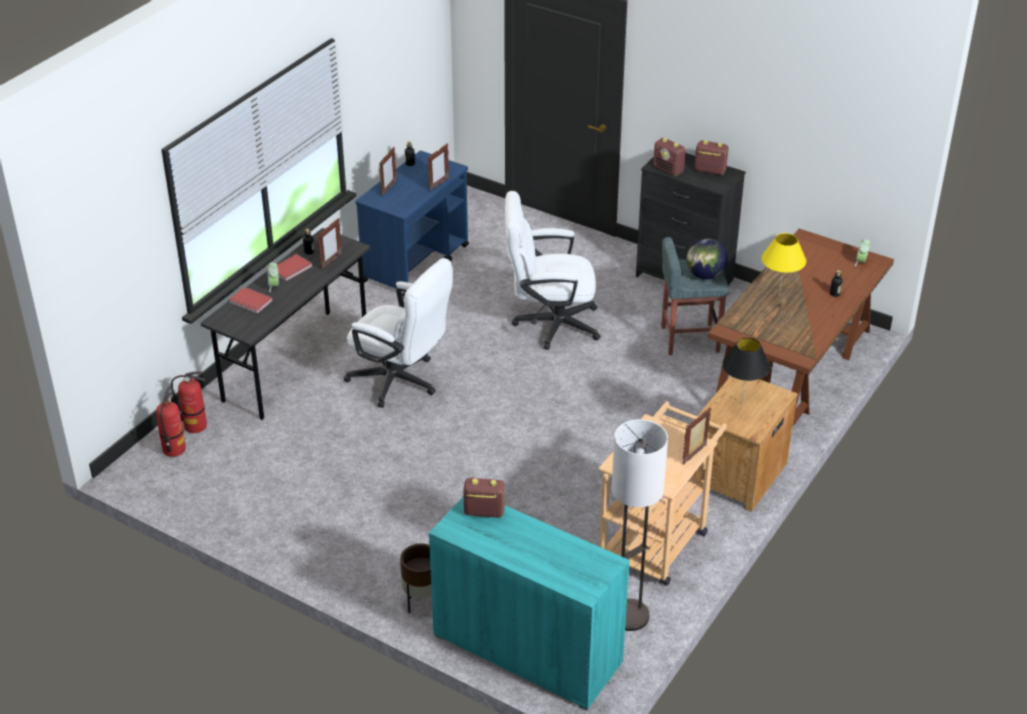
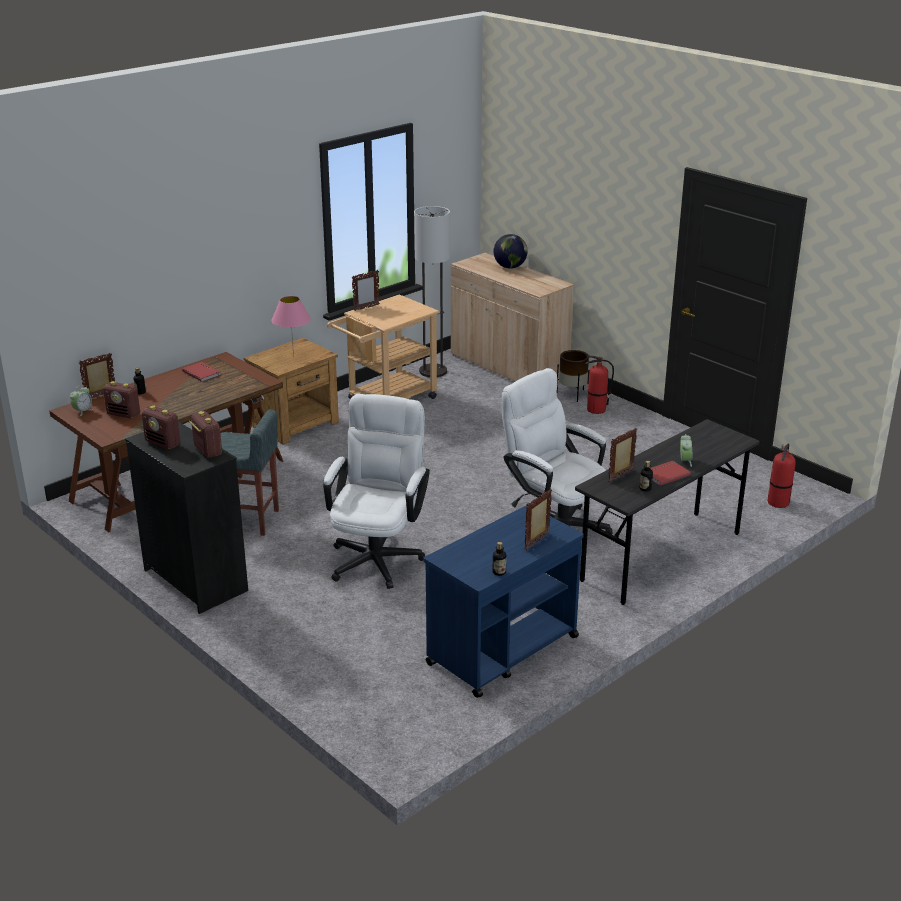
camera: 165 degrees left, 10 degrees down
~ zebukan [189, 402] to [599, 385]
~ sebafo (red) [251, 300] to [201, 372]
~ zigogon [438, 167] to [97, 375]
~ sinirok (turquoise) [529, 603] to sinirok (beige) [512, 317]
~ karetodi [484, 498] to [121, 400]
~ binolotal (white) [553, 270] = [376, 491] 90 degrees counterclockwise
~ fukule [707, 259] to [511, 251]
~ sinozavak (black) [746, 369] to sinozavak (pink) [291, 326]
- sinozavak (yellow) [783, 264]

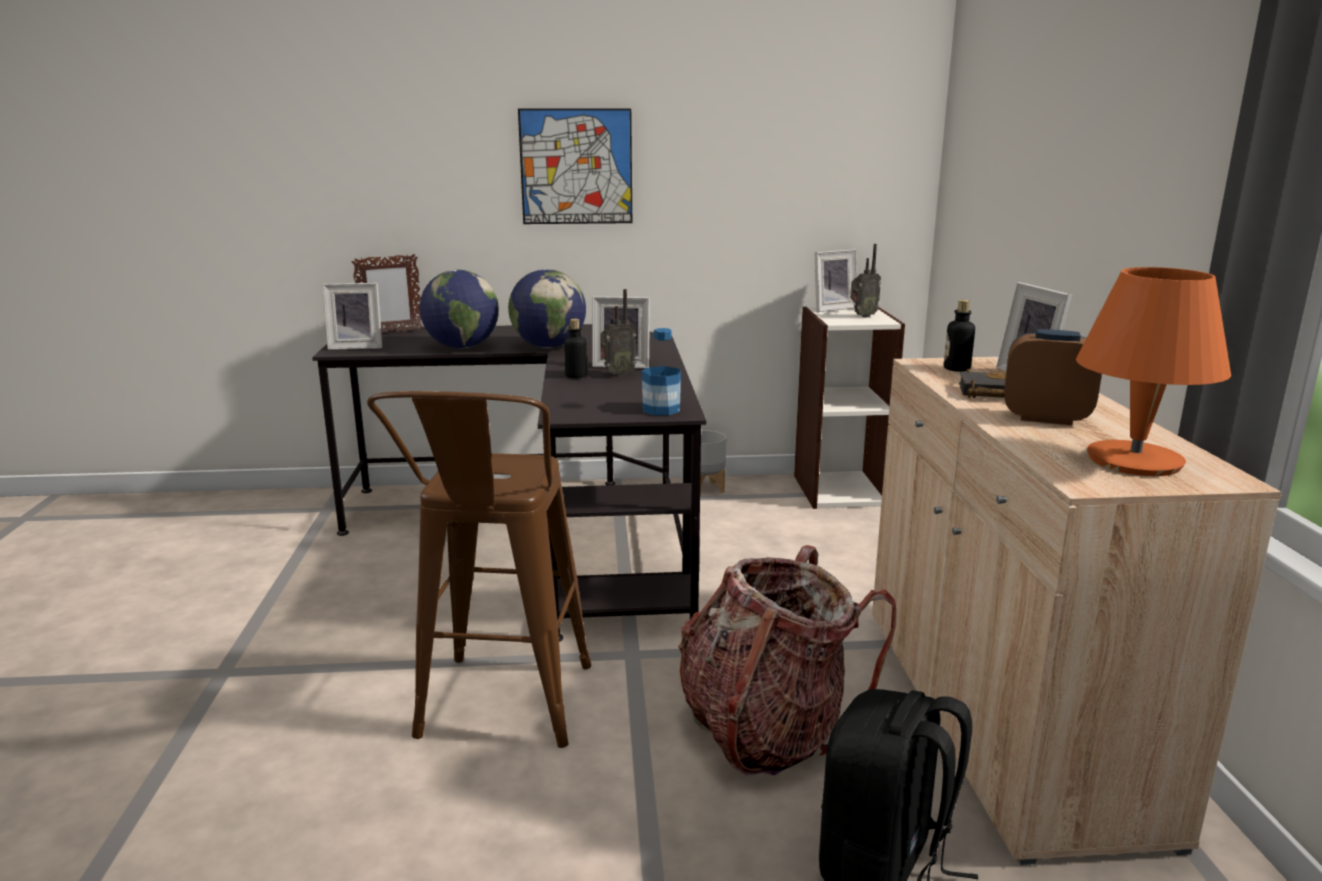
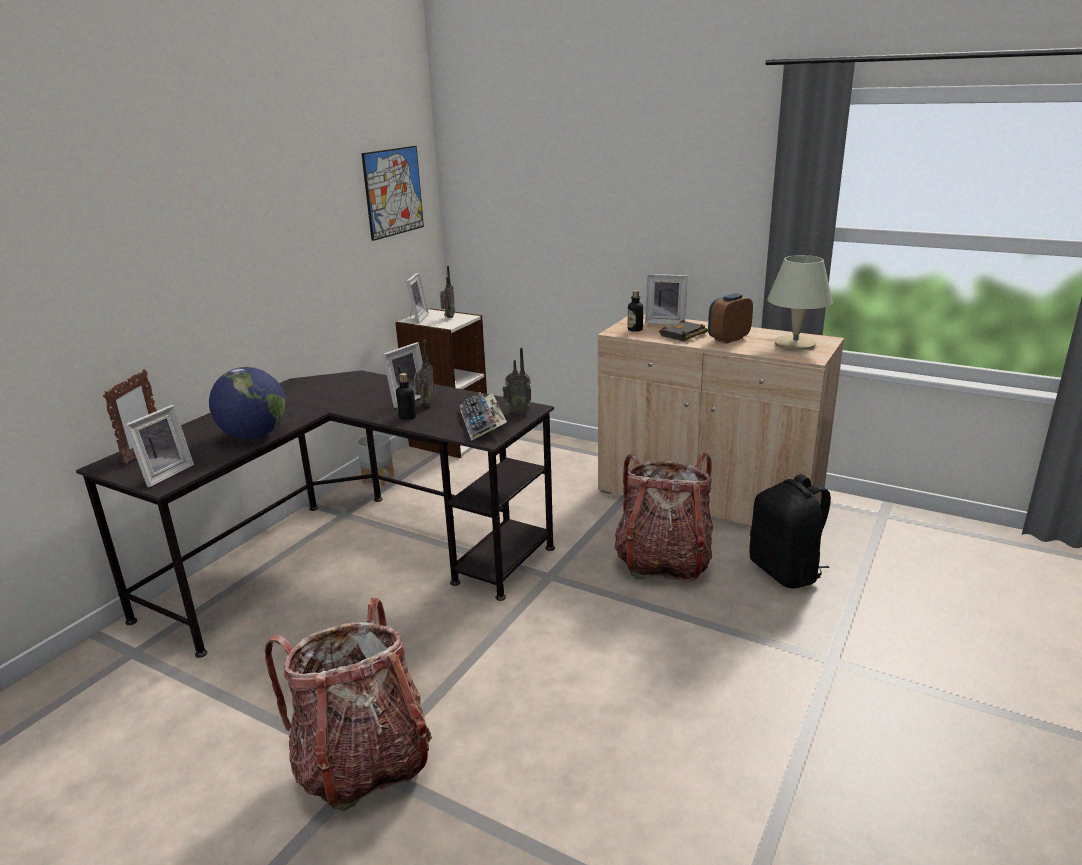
camera: 55 degrees left, 5 degrees up
- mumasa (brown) [479, 569]
- fukule [547, 308]
~ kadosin [575, 166] to [392, 193]
~ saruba [661, 371] to karetodi [517, 381]
~ sinozavak (orange) [1153, 371] to sinozavak (beige) [800, 302]
+ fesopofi [348, 704]
+ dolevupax [483, 416]

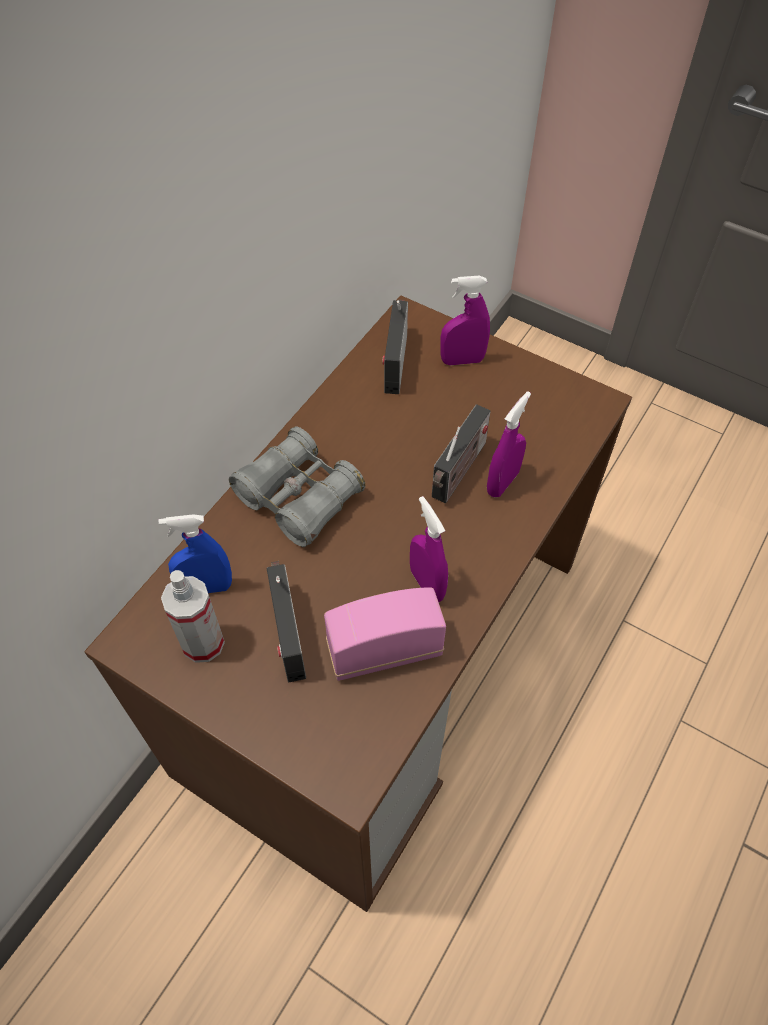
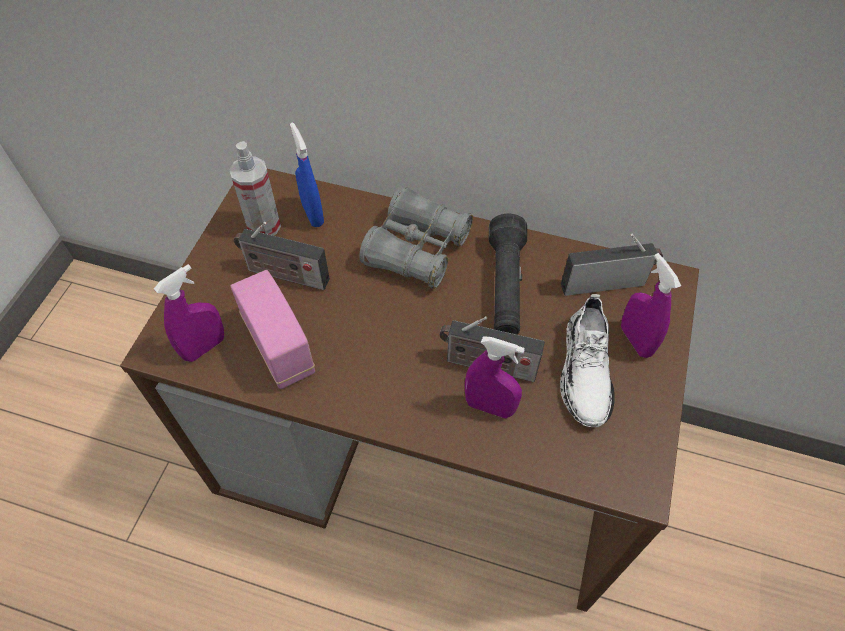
camera: 75 degrees right, 0 degrees up
~ karetodi [286, 621] = [282, 256] 135 degrees counterclockwise
~ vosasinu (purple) [429, 549] to [189, 313]
+ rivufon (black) [508, 274]
+ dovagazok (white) [587, 360]

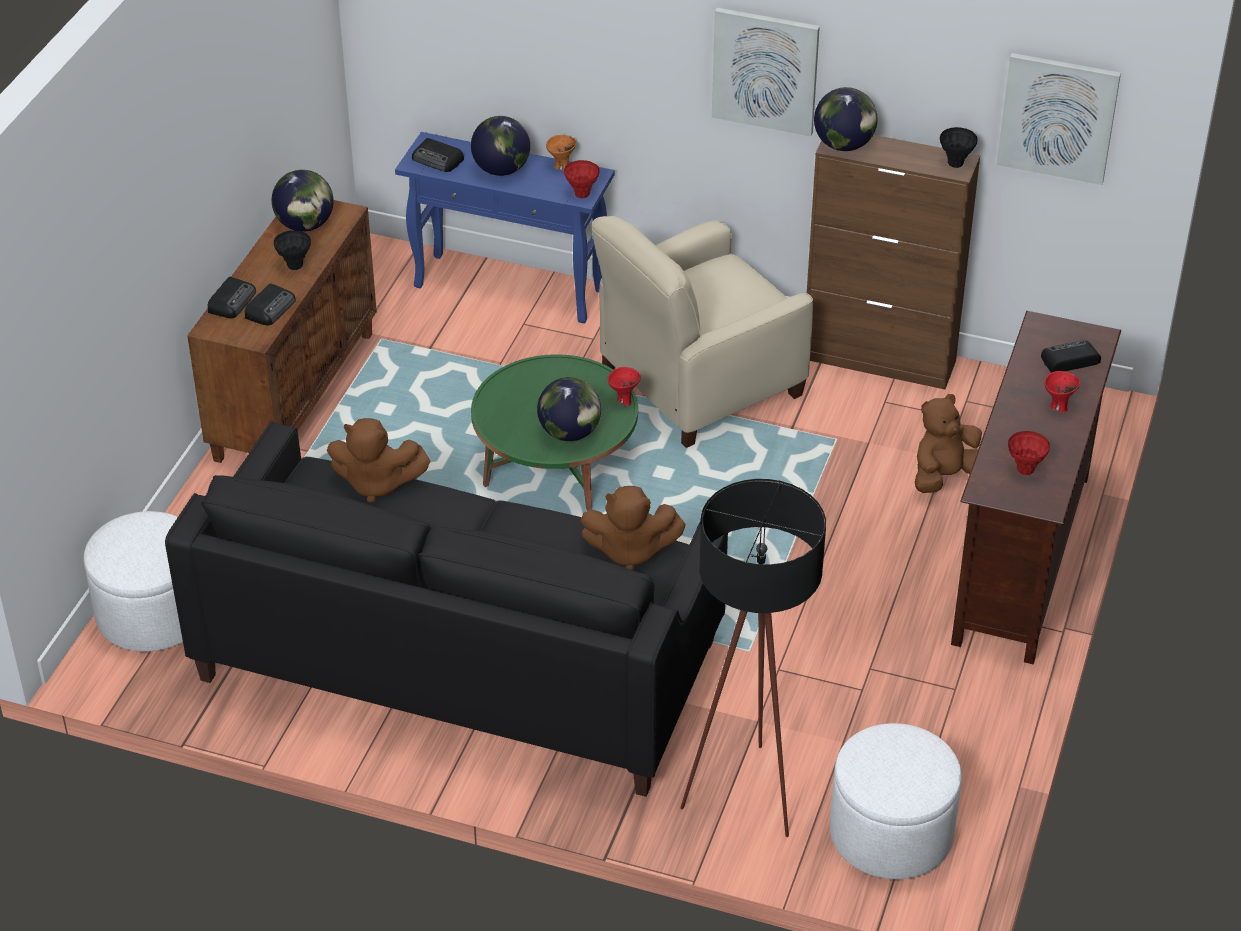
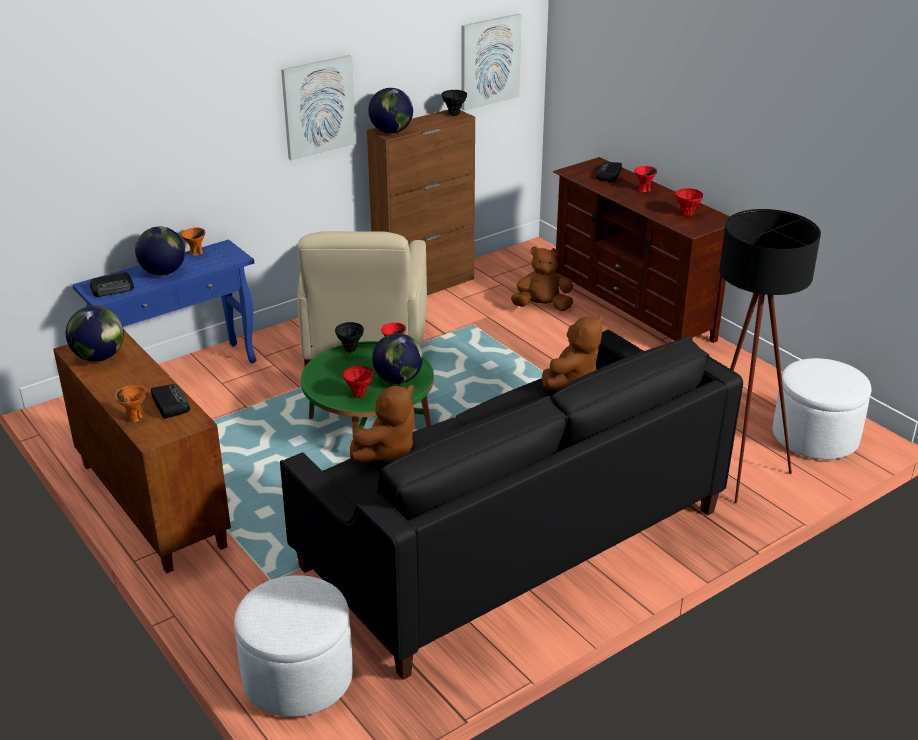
camera: 55 degrees left, 10 degrees down
~ karetodi [231, 297] to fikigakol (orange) [131, 404]
~ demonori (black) [292, 250] to [349, 337]
~ demonori (red) [581, 179] to [358, 382]
~ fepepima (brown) [948, 443] = [542, 278] 90 degrees clockwise

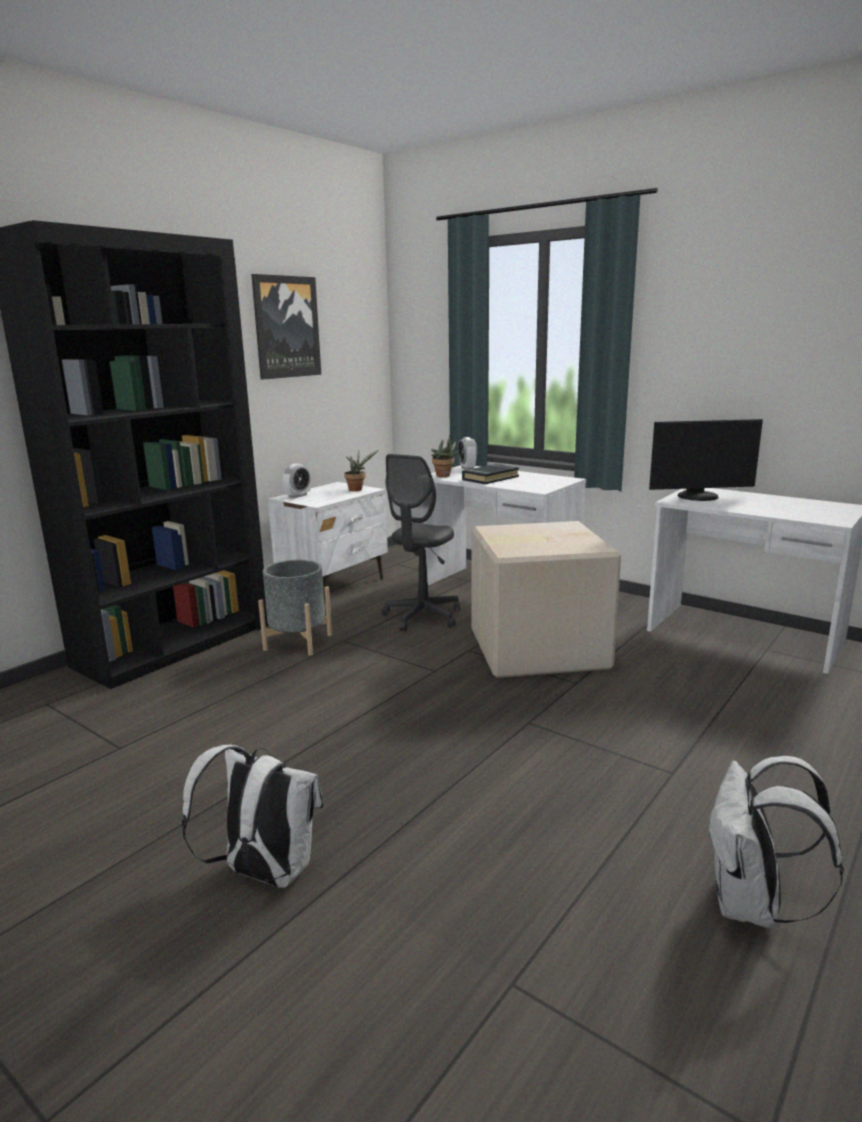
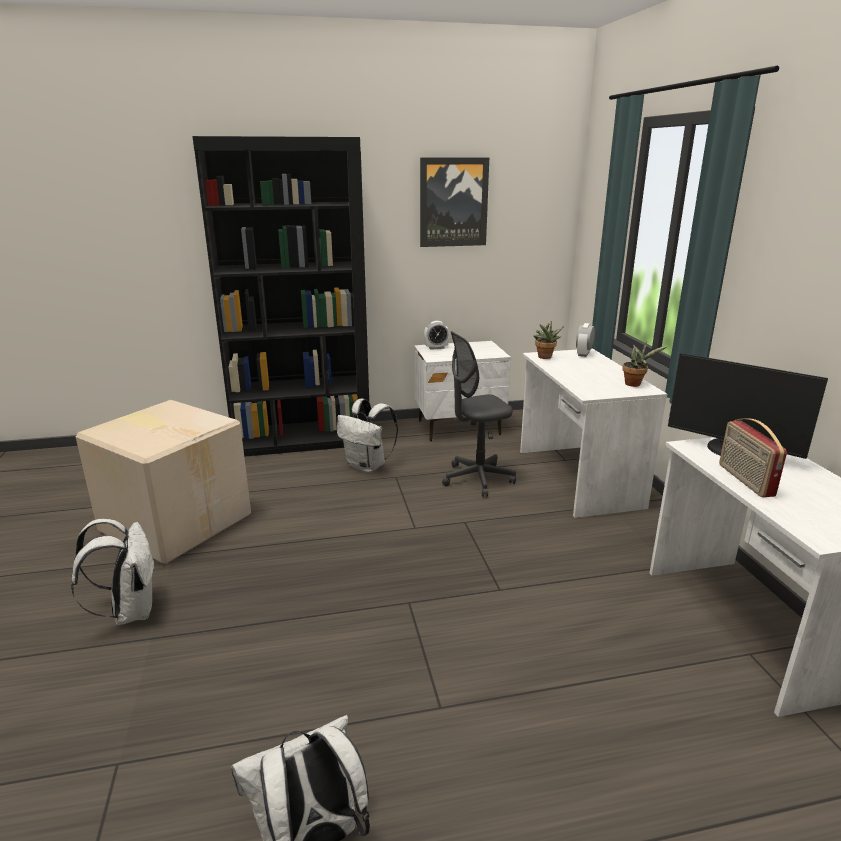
camera: 40 degrees right, 5 degrees up
~ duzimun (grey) [295, 608] to fesopofi (white) [367, 436]
~ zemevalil [361, 470] to [645, 364]
- sebafo (black) [490, 474]
~ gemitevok [546, 599] to [163, 482]
+ karetodi [753, 457]

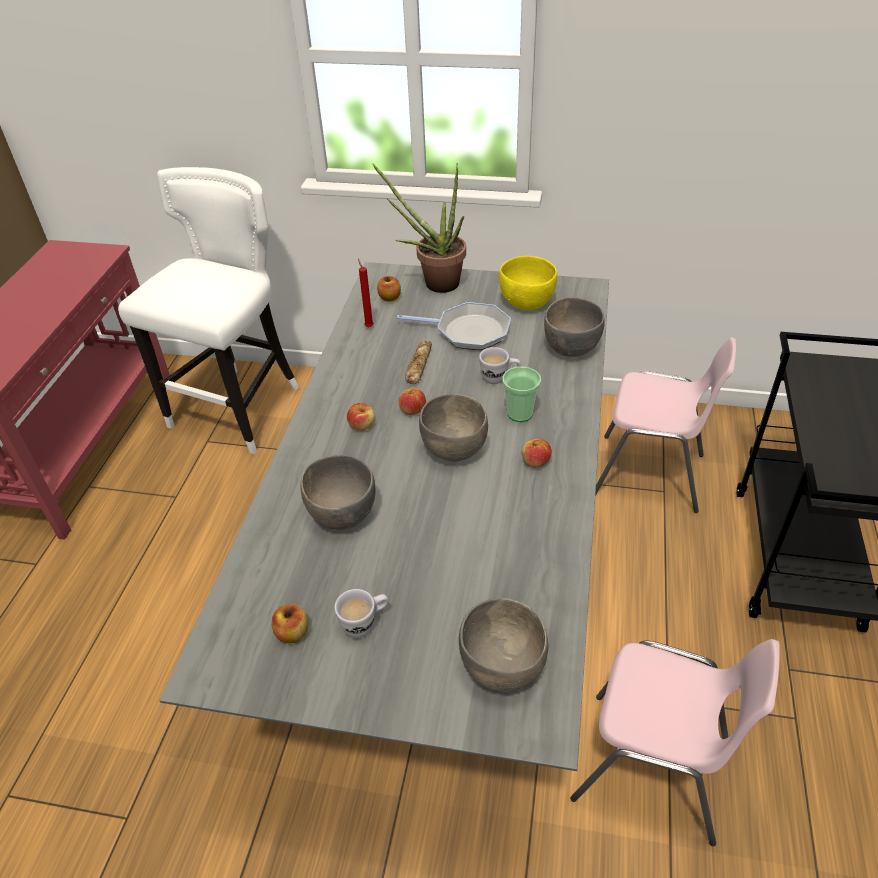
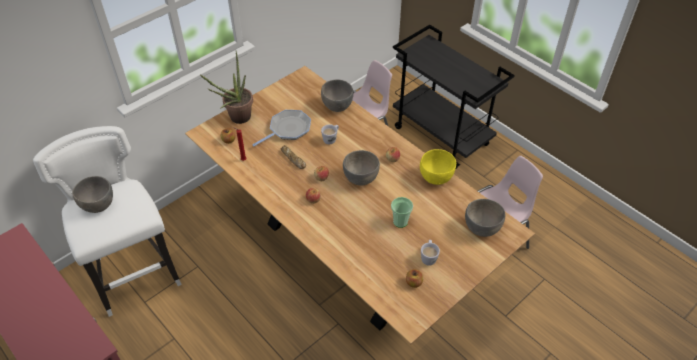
camera: 55 degrees left, 5 degrees up
~ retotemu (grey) [384, 516] to retotemu (brown) [360, 205]
~ fikigakol (grey) [338, 492] to [92, 194]
~ fikigakol (yellow) [528, 283] to [438, 167]
~ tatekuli [521, 394] to [402, 212]

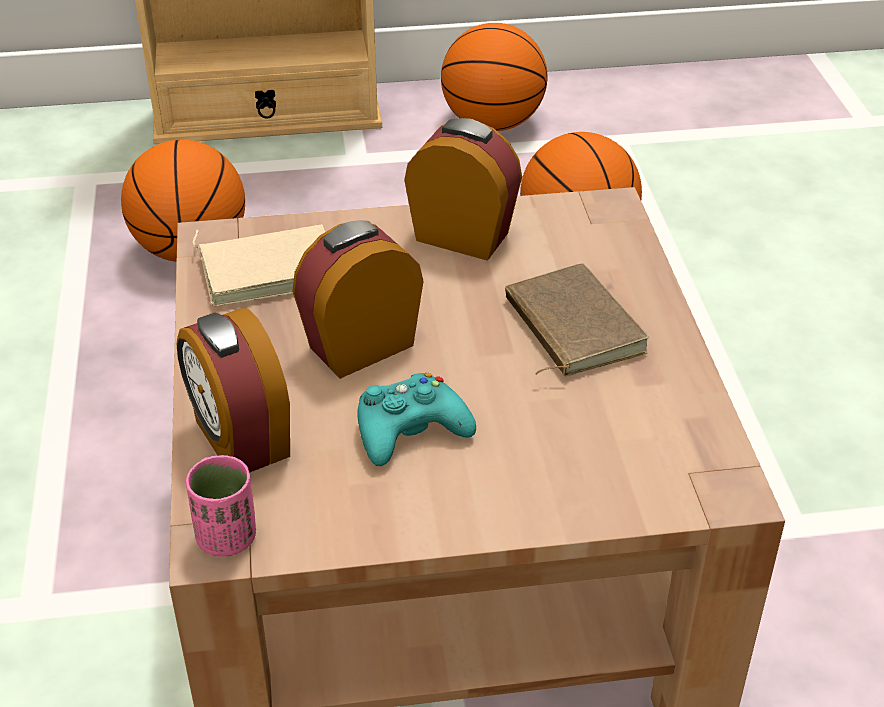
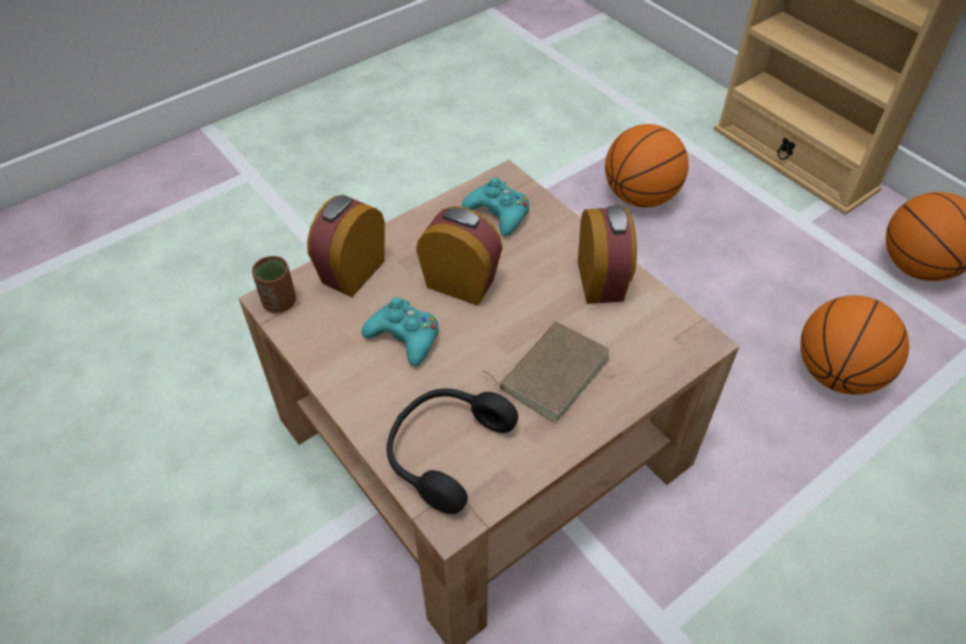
camera: 60 degrees right, 10 degrees up
~ tatekuli (pink) [221, 506] to tatekuli (brown) [274, 284]
~ sebafo (beige) [259, 265] to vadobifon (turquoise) [495, 206]
+ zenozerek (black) [452, 451]

